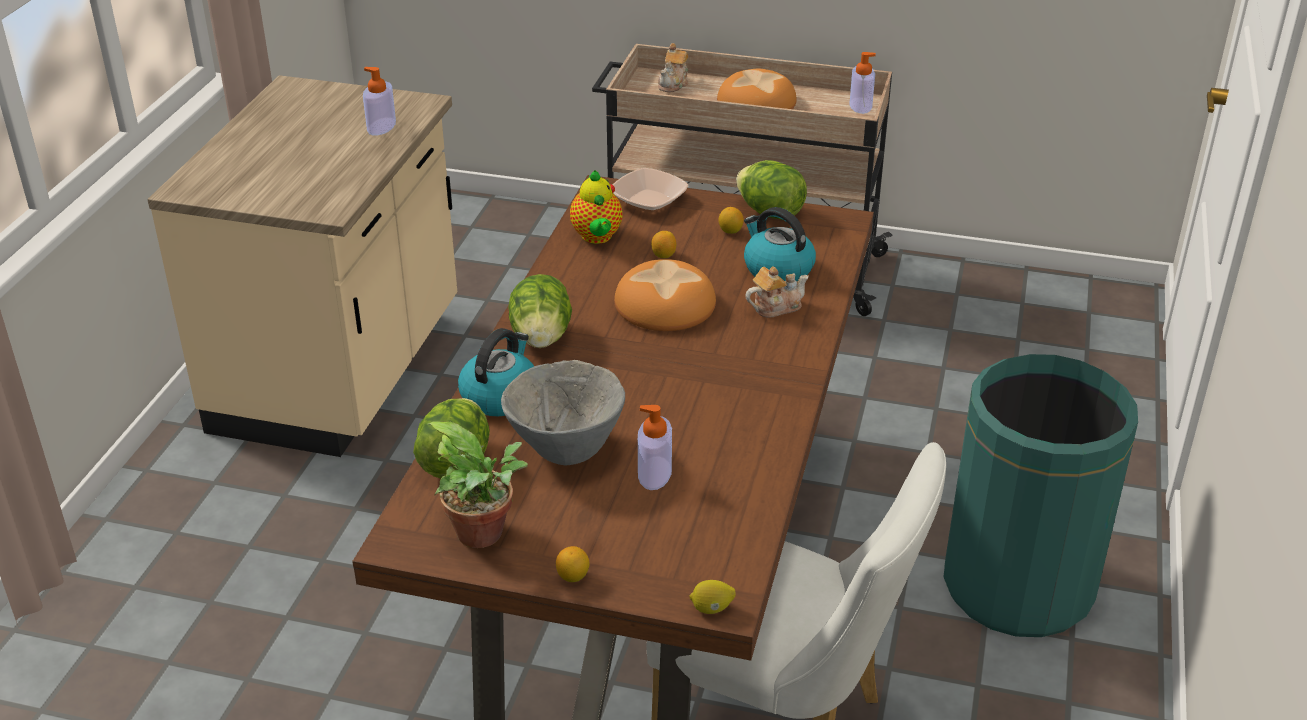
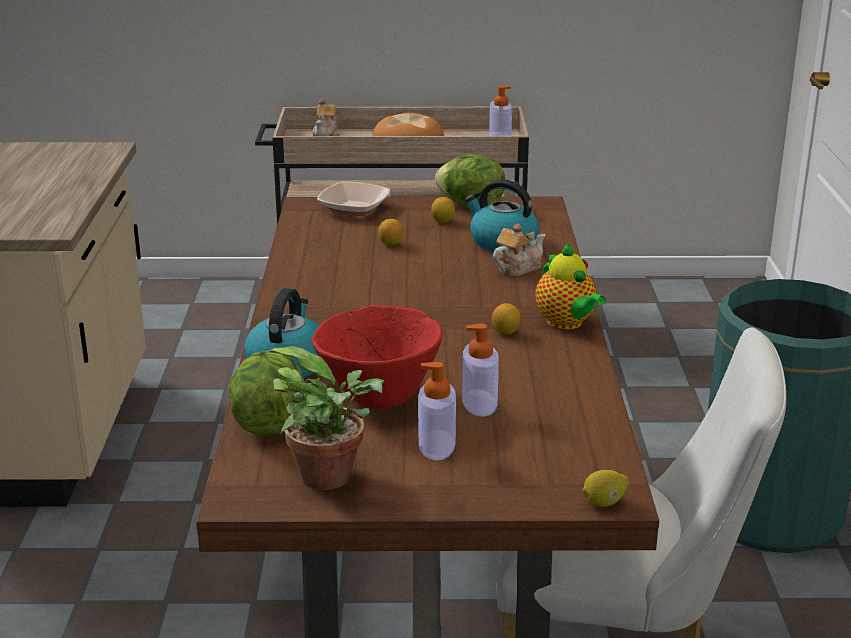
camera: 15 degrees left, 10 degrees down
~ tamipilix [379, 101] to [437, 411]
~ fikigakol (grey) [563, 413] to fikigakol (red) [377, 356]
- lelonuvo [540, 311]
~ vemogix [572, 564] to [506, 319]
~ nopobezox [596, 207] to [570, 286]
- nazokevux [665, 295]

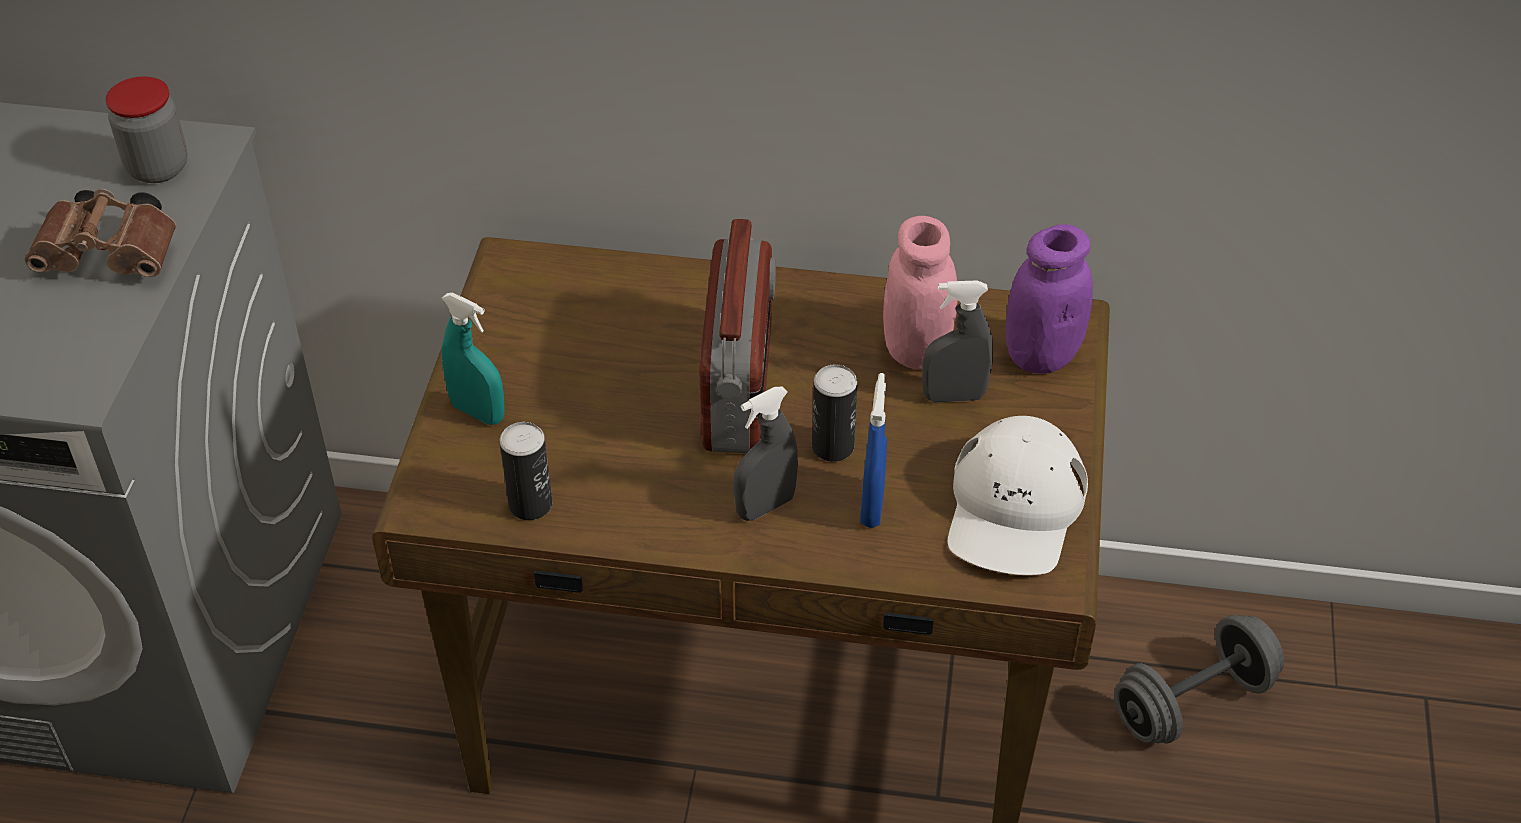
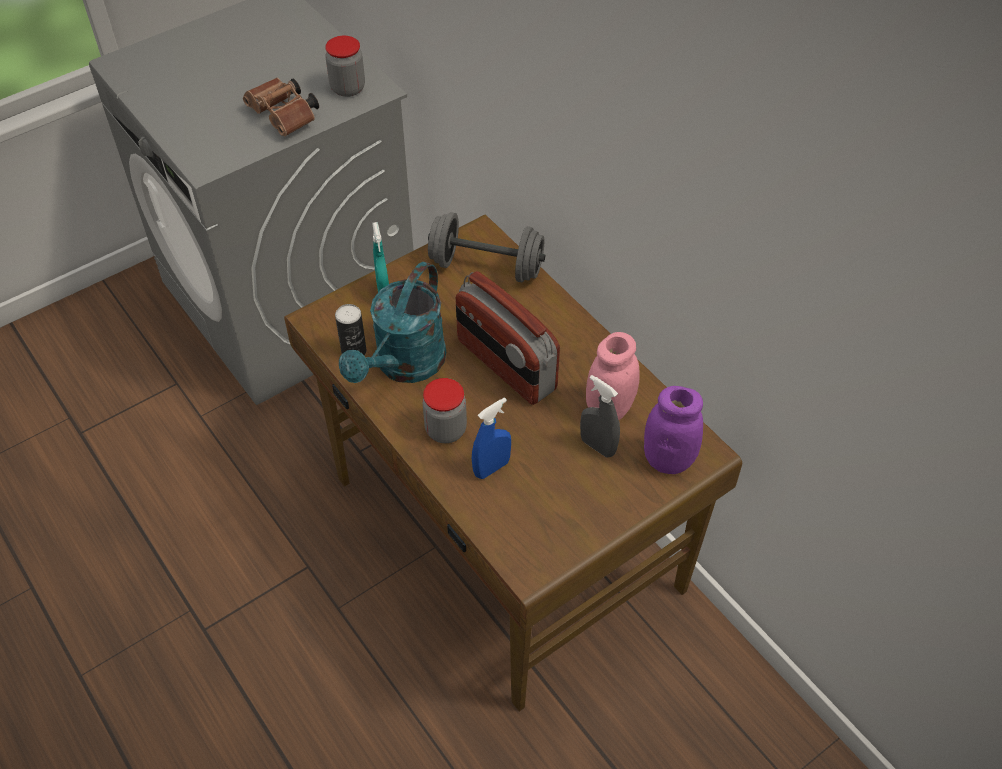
camera: 45 degrees right, 5 degrees up
~ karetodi [737, 336] = [508, 338] 90 degrees clockwise
~ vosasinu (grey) [766, 454] to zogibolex [444, 410]
- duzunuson [835, 413]
- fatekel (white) [1018, 495]
~ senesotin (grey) [1199, 679] to [487, 247]
+ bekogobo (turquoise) [392, 322]

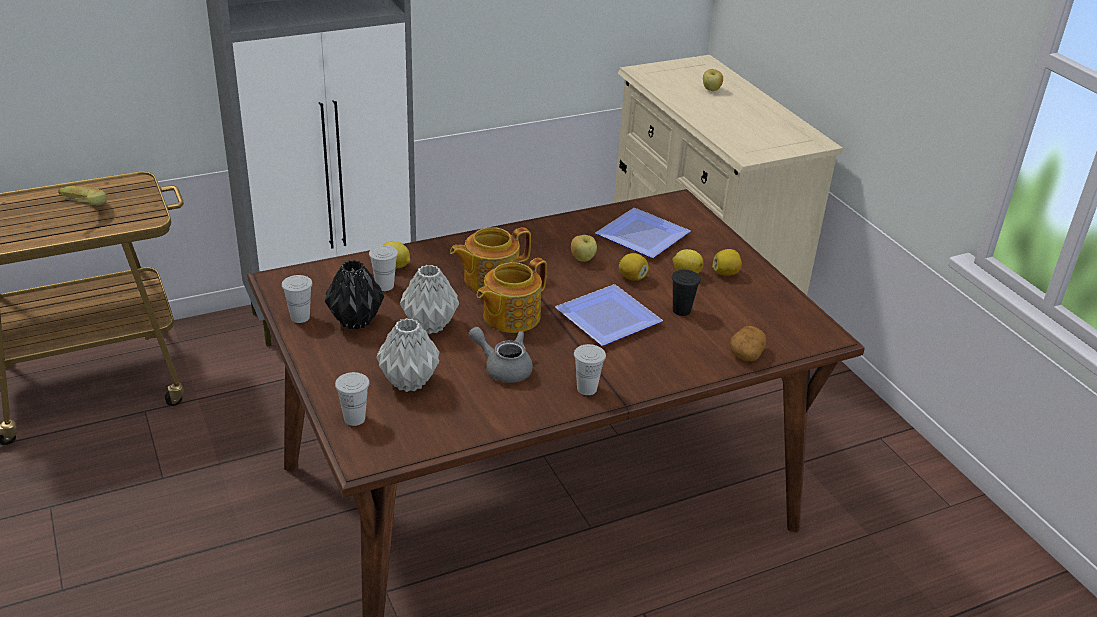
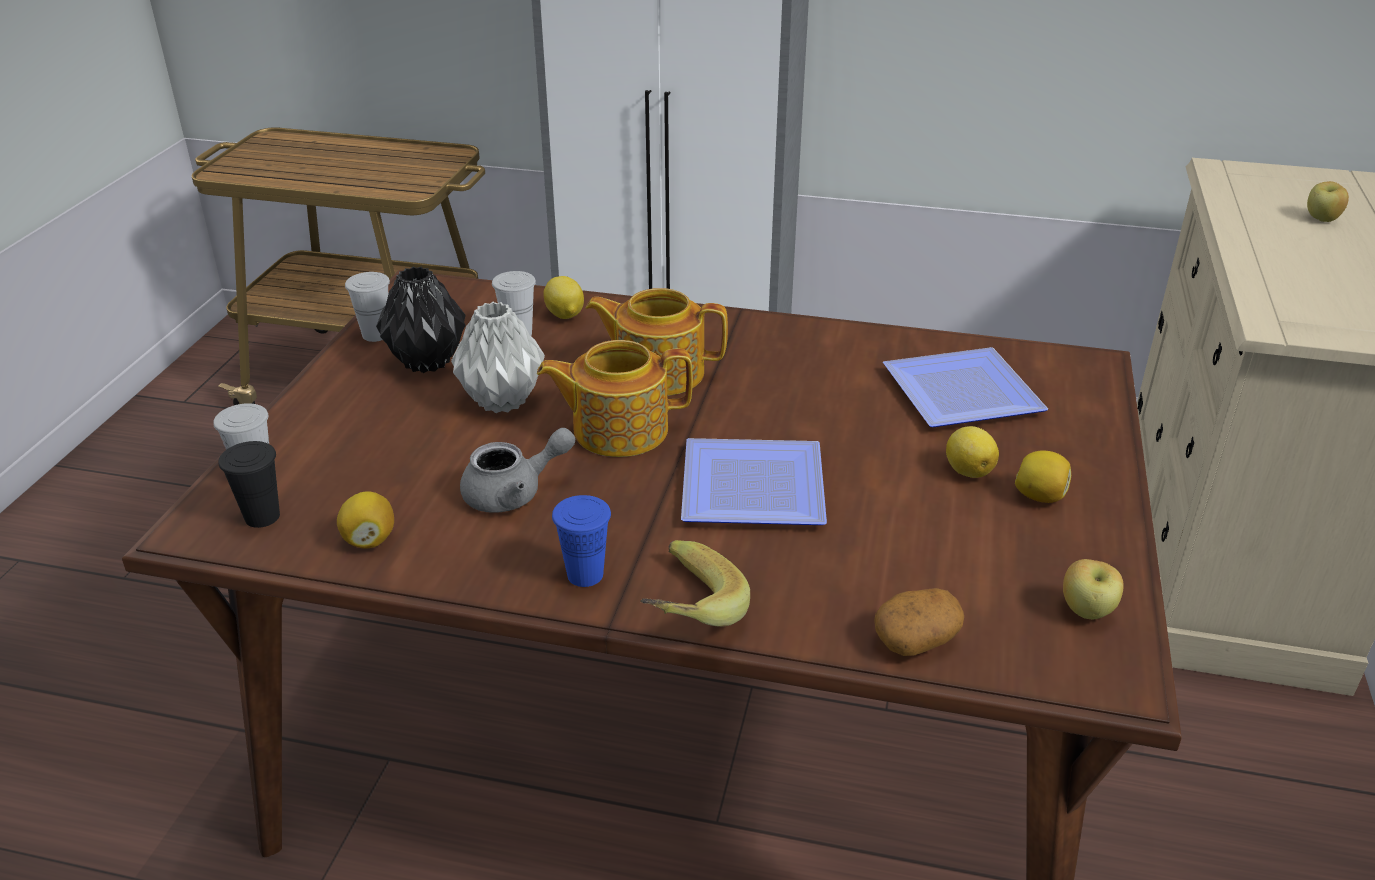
camera: 40 degrees right, 0 degrees up
~ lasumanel [82, 195] to [695, 583]
- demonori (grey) [408, 355]
~ nopobezox (grey) [500, 355] = [517, 470] 90 degrees clockwise
~ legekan [584, 248] to [1093, 589]
~ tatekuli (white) [590, 369] to tatekuli (blue) [581, 541]
~ vemogix [634, 267] to [365, 520]
~ tatekuli (black) [686, 293] to [249, 484]

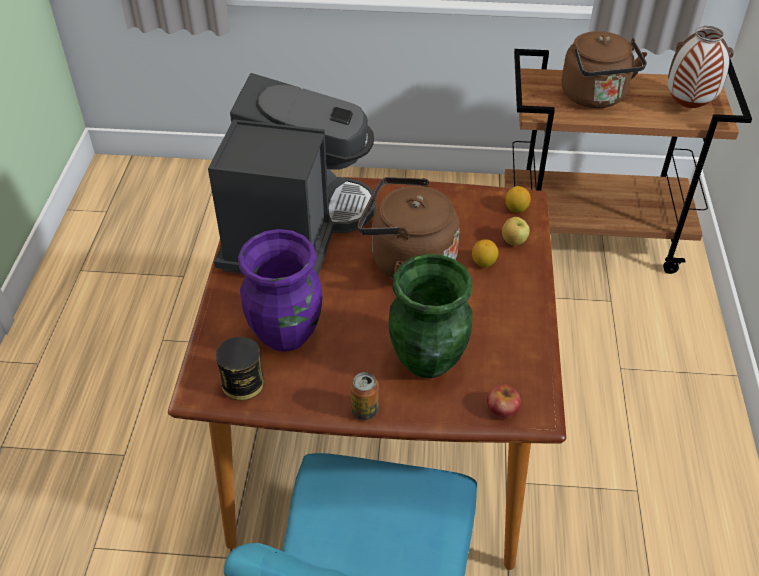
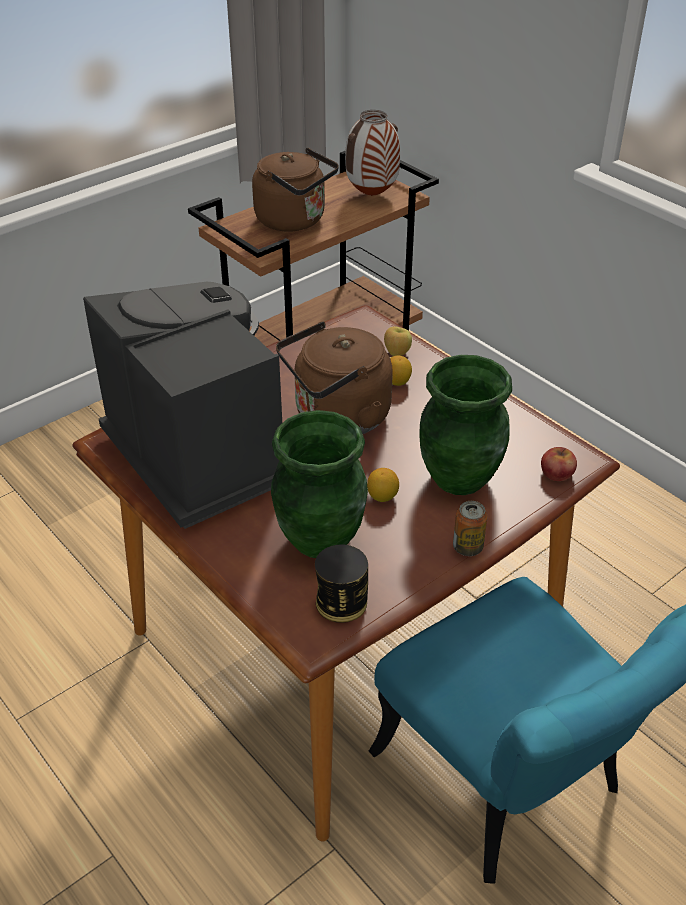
camera: 45 degrees left, 5 degrees down
~ demonori (purple) [280, 290] to demonori (green) [319, 484]
~ vemogix [518, 199] to [383, 485]

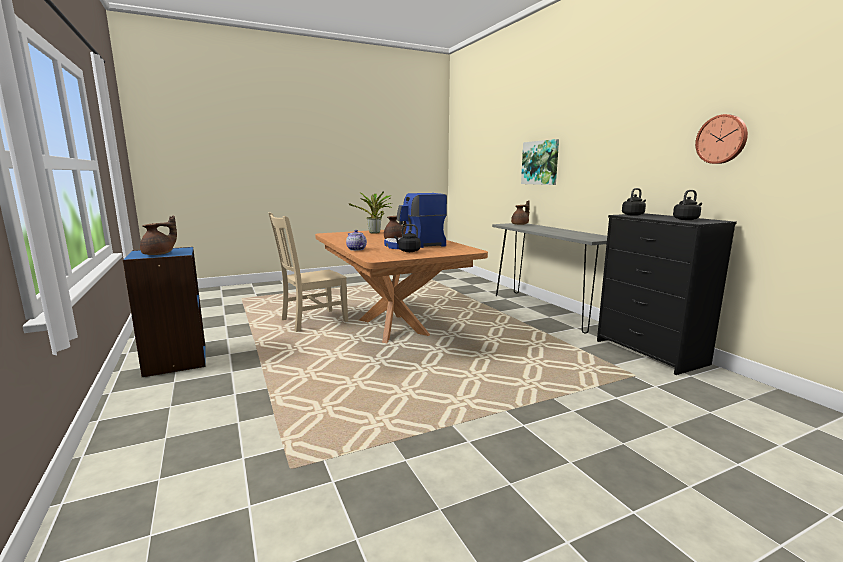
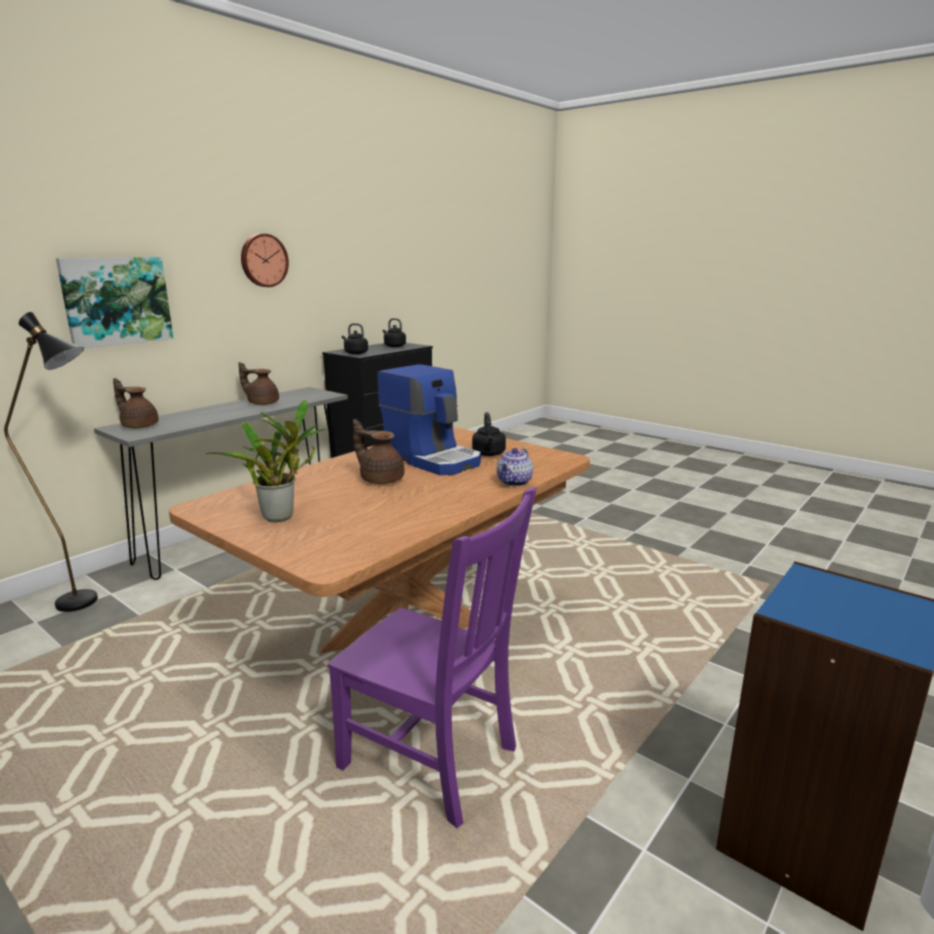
camera: 115 degrees left, 5 degrees up
~ nopobezox (brown) [158, 235] to [258, 383]
~ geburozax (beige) [308, 272] to geburozax (purple) [432, 657]
~ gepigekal [721, 139] to [265, 260]
+ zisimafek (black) [51, 462]

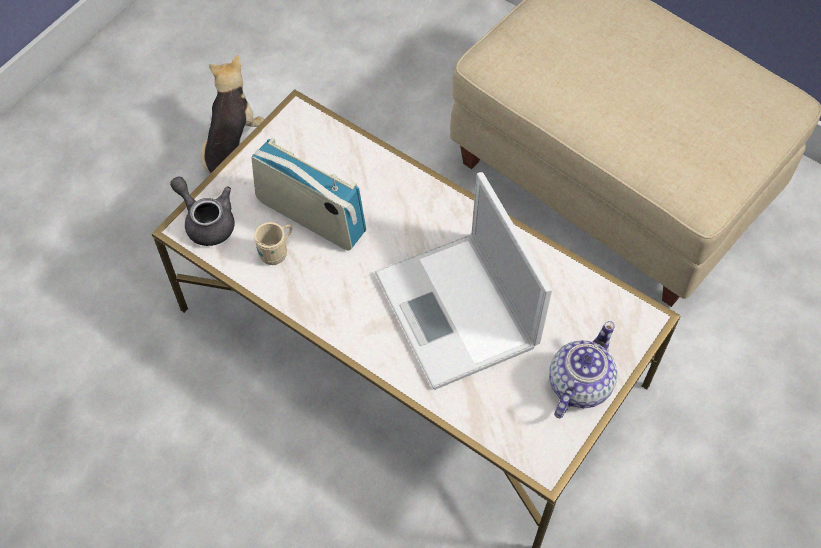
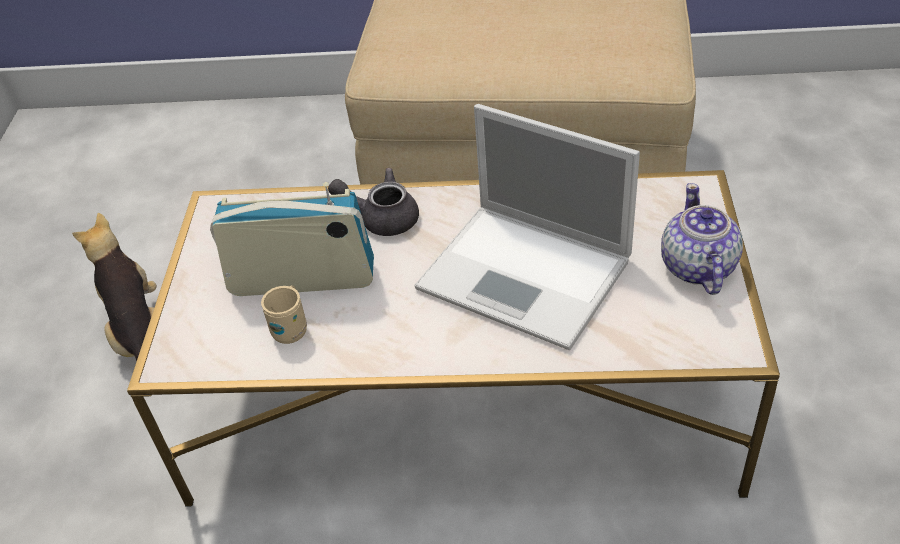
camera: 30 degrees left, 15 degrees down
~ nopobezox (grey) [202, 211] to [373, 202]

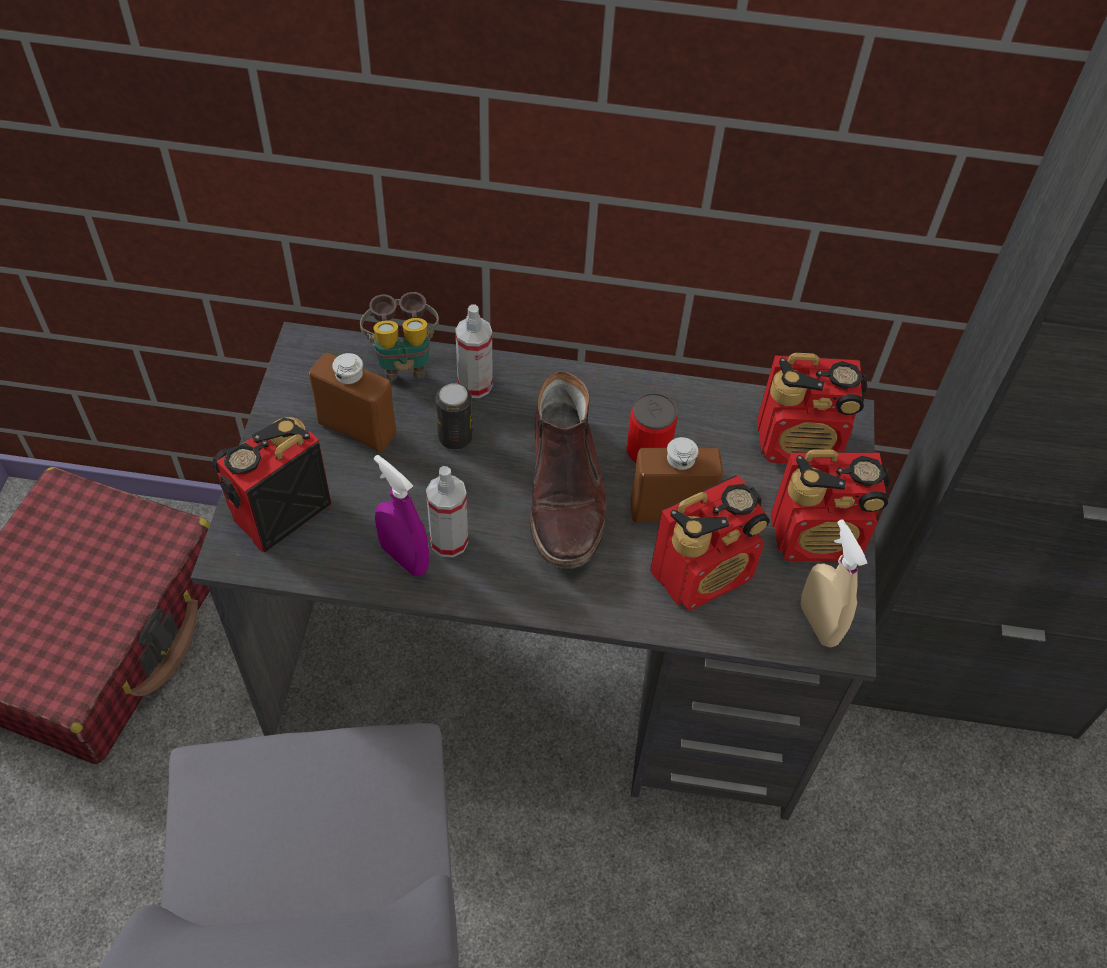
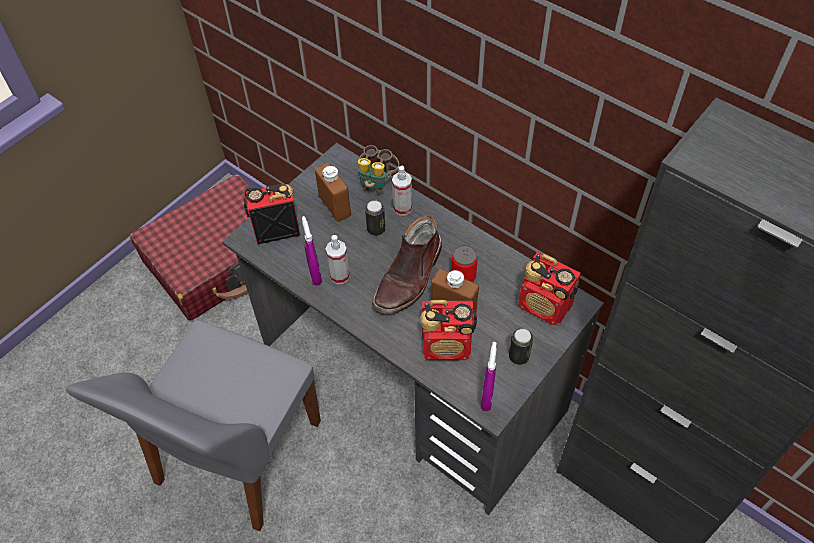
camera: 35 degrees right, 0 degrees up
~ karetodi [830, 505] to duzunuson [521, 346]
~ vosasinu (beige) [833, 583] to vosasinu (purple) [489, 376]

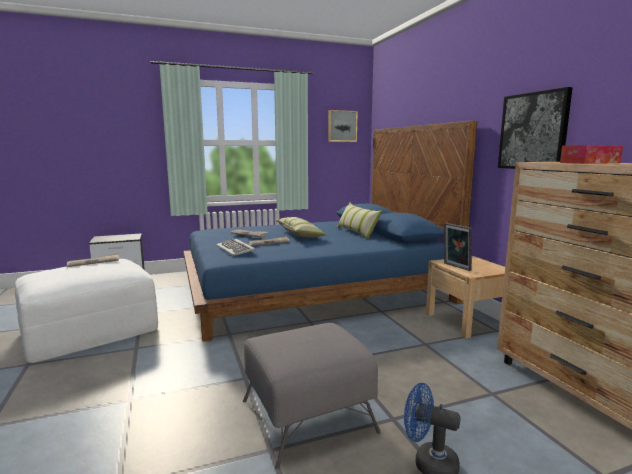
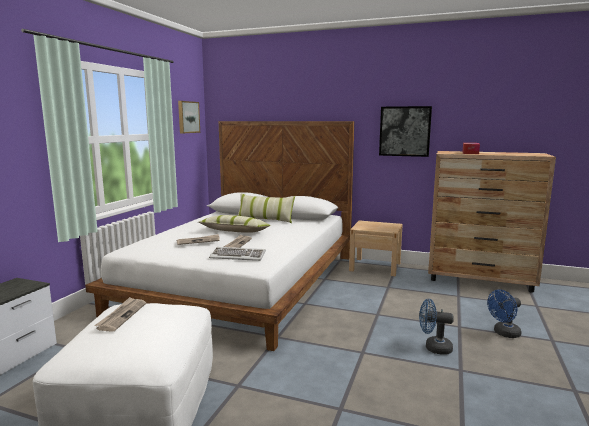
camera: 50 degrees left, 0 degrees up
~ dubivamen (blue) [330, 231] to dubivamen (white) [219, 236]
~ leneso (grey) [312, 396] to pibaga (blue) [436, 327]
- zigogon [458, 247]

